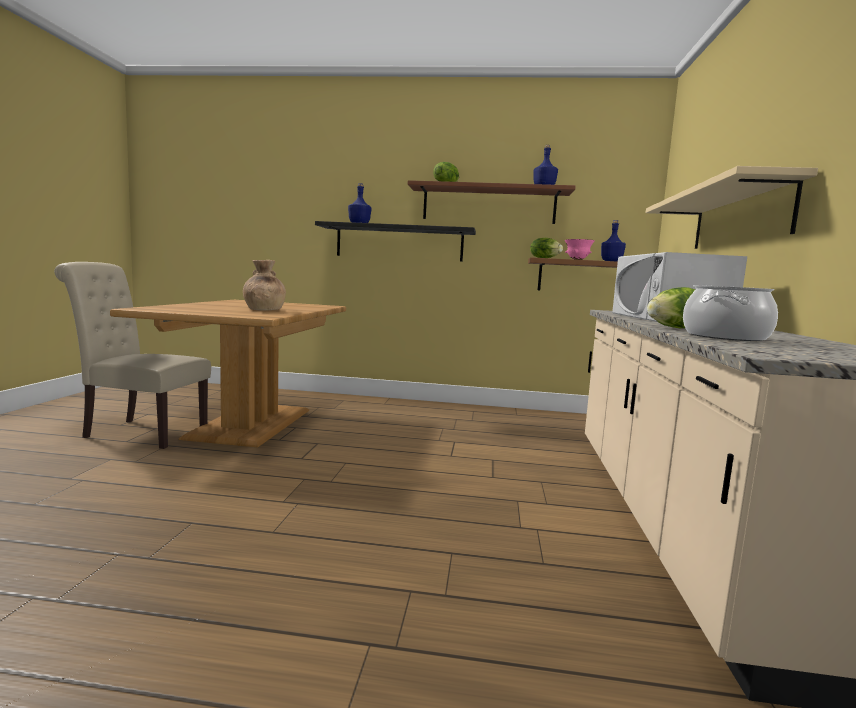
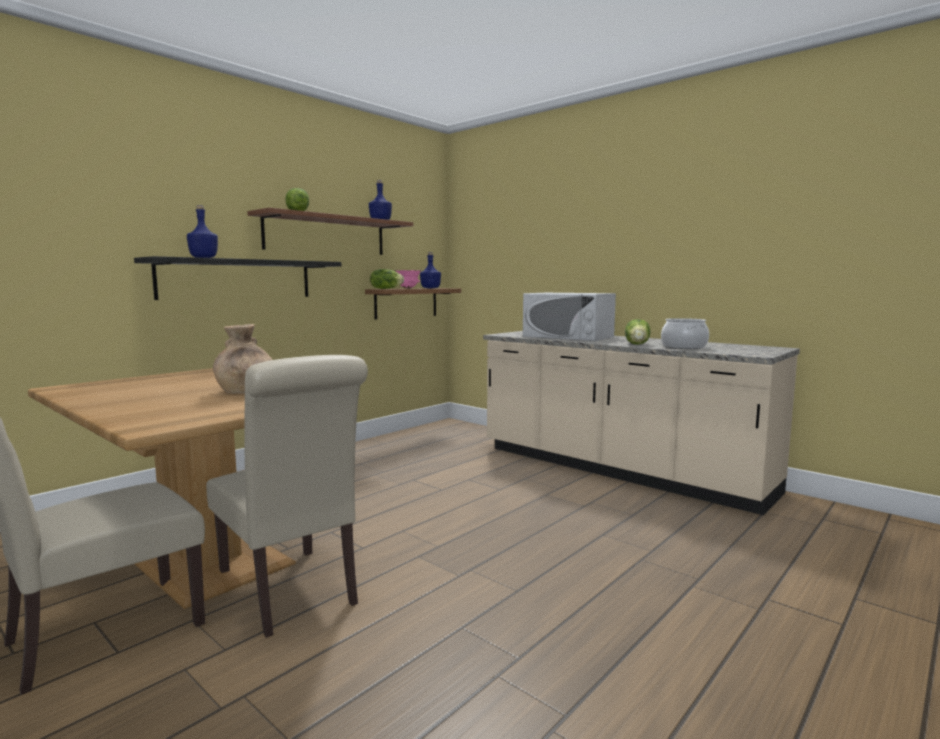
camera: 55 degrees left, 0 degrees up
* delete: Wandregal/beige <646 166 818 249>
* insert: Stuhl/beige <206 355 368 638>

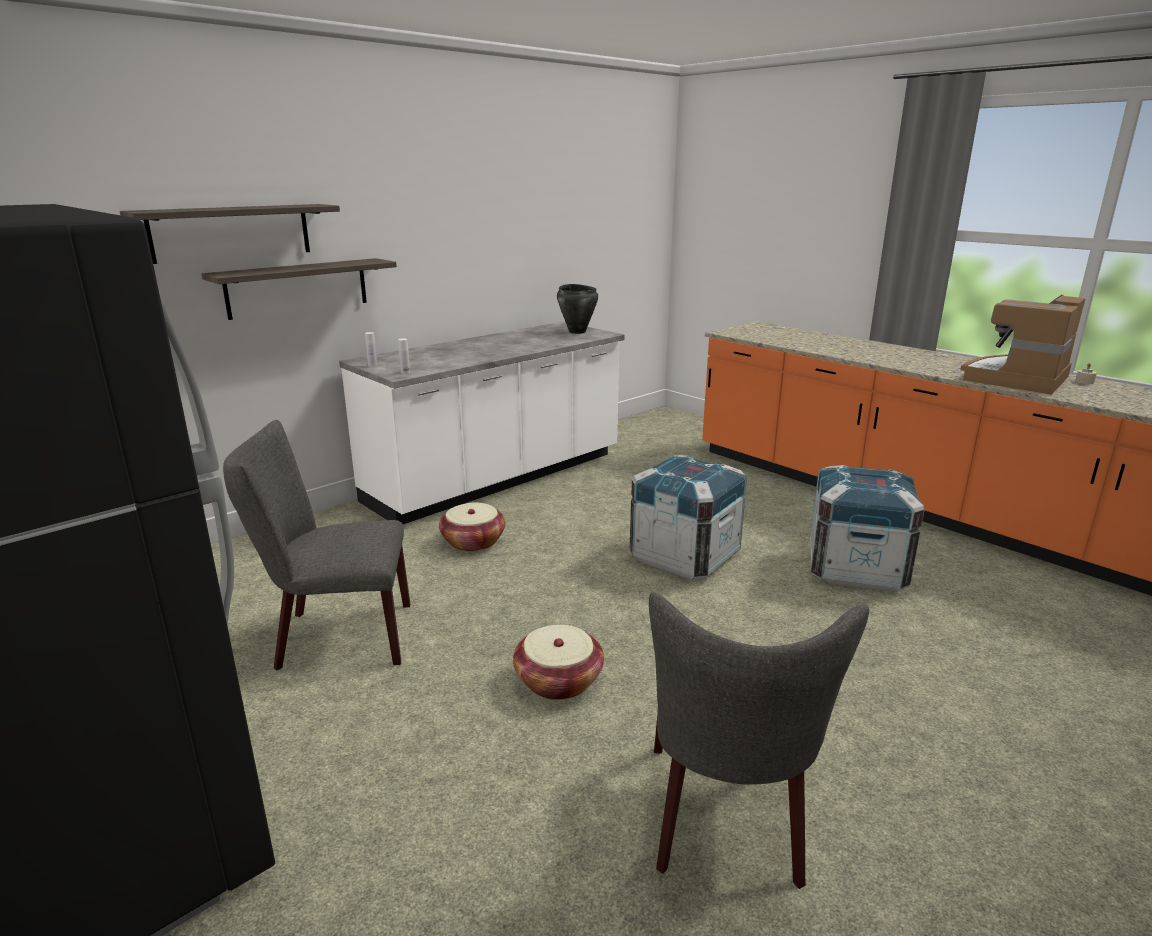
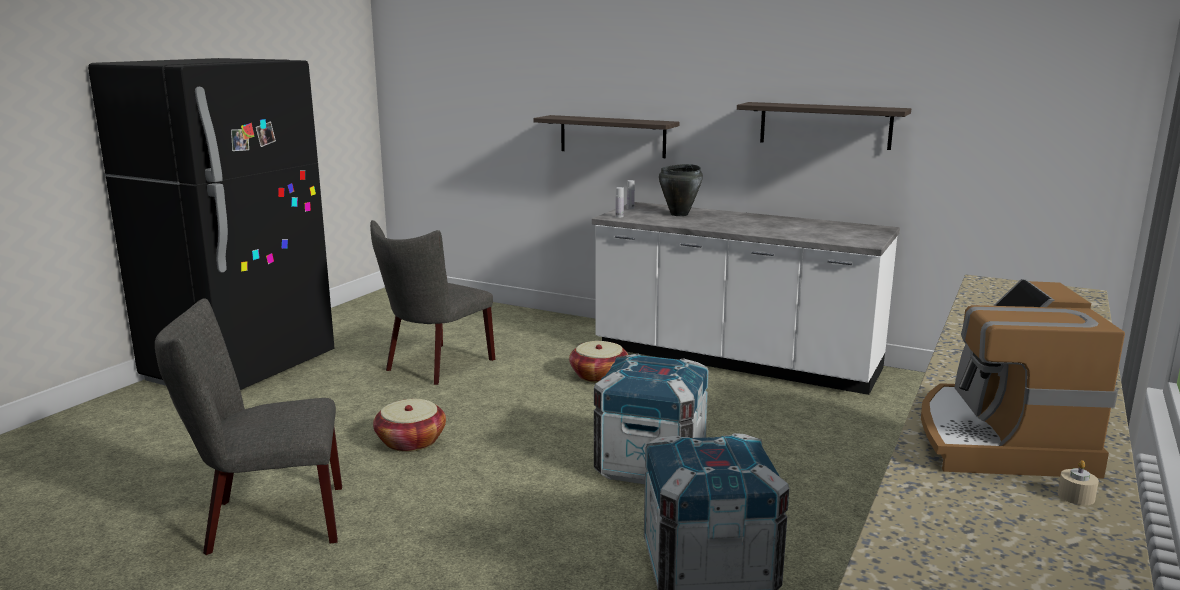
camera: 70 degrees right, 5 degrees down
* move: Wandregal <120 204 340 264> to <737 102 911 150>
* move: Kochtopf/schwarz <557 284 598 334> to <659 164 703 216>
* rotate: Stuhl/grau <223 420 410 670> = <370 220 495 385> 120 degrees counterclockwise
* rotate: Kaffeemaschine <960 295 1086 394> = <921 279 1125 479> 105 degrees counterclockwise

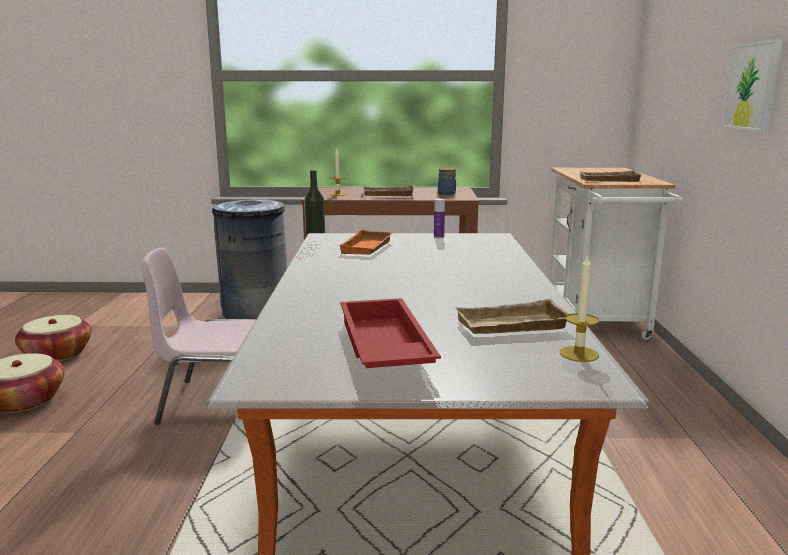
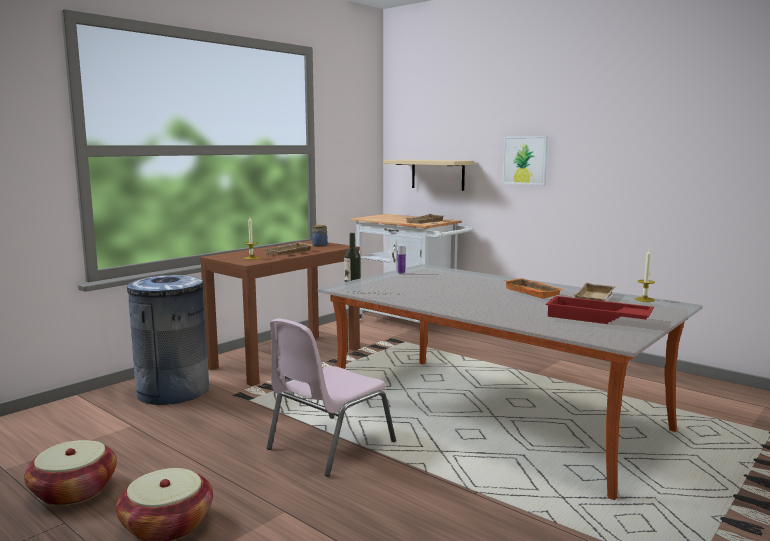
camera: 50 degrees left, 5 degrees down
* insert: Wandregal/beige <384 159 474 191>
* move: Tablett/orange <340 229 394 255> to <503 278 565 299>

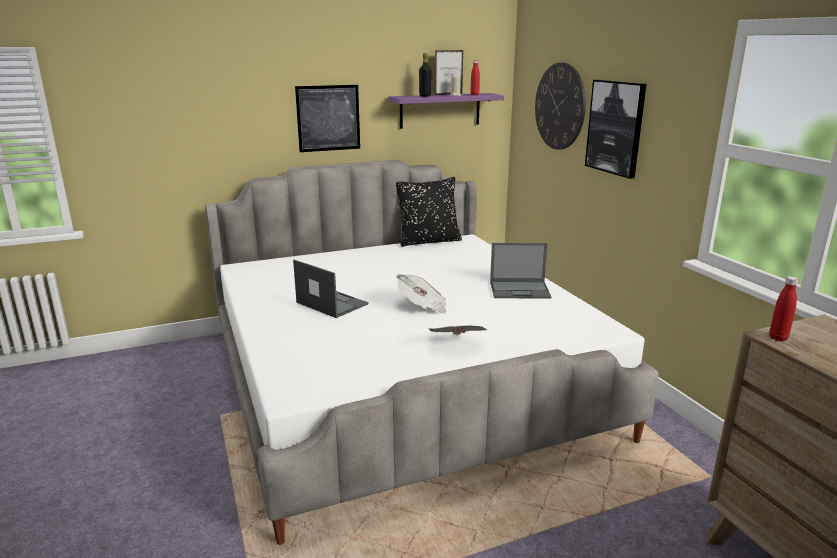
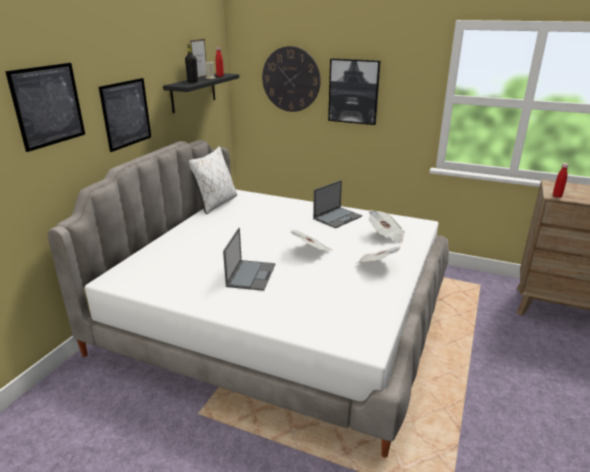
camera: 45 degrees left, 5 degrees up
* insert: Bild <5 63 85 152>
* insert: Zeitung <369 210 405 243>
* recolor: Wandregal/lila <388 93 504 129> to Wandregal/schwarz <163 73 239 113>
* recolor: Kissen/schwarz <396 177 462 247> to Kissen/weiß <189 147 237 214>
* rotate: Laptop <293 260 368 318> = <223 228 275 291> 105 degrees clockwise

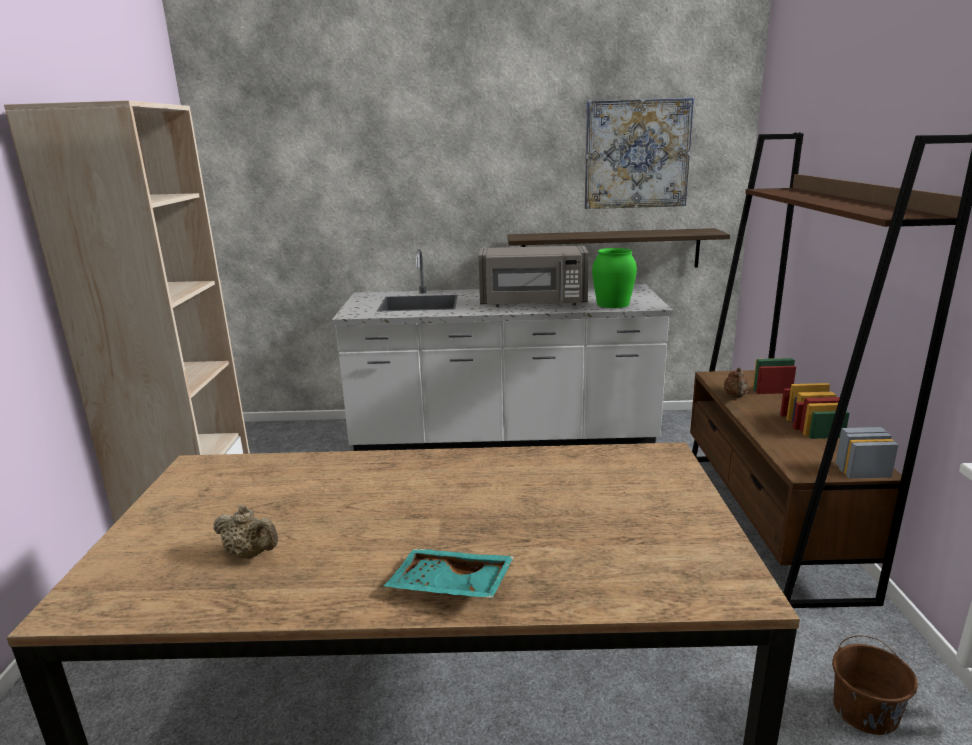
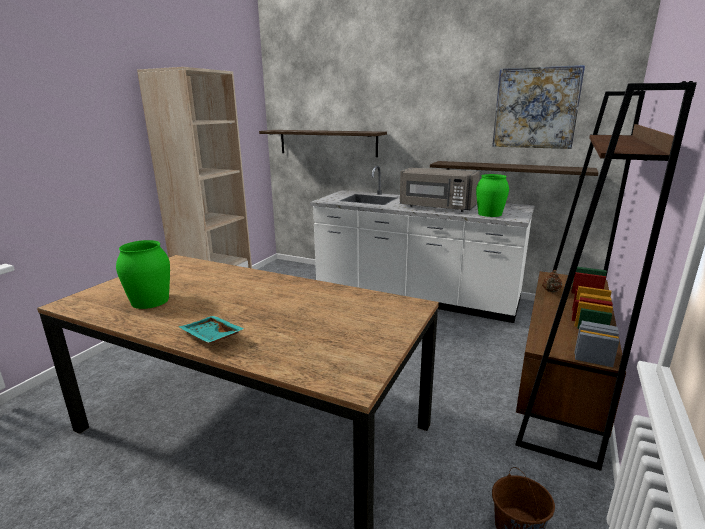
camera: 25 degrees right, 0 degrees up
* insert: Wandregal <259 130 387 157>
* replace: Teekanne/beige <213 505 278 558> to Vase/grün <116 240 170 309>

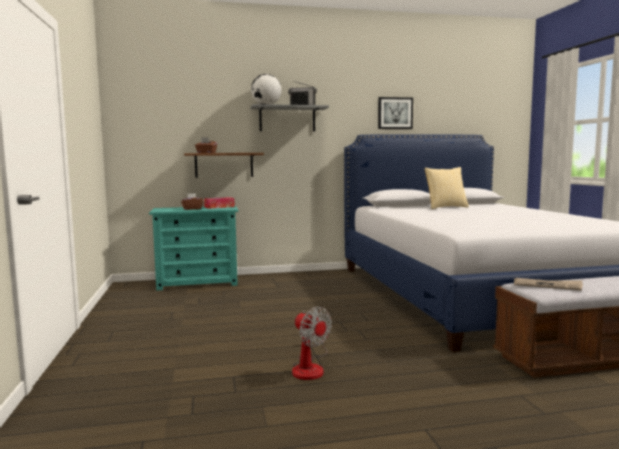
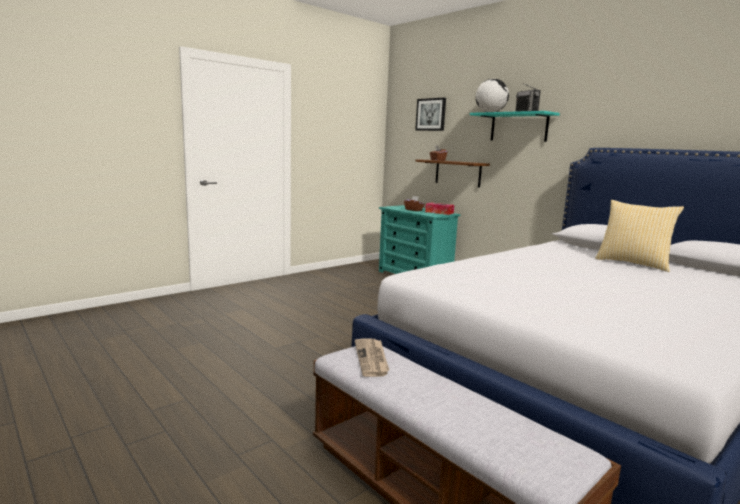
camera: 60 degrees right, 5 degrees up
* delete: Ventilator <292 307 332 380>
* move: Bild <378 97 413 129> to <415 98 446 131>
* recolor: Wandregal/grau <250 104 329 131> to Wandregal/türkis <470 111 560 142>

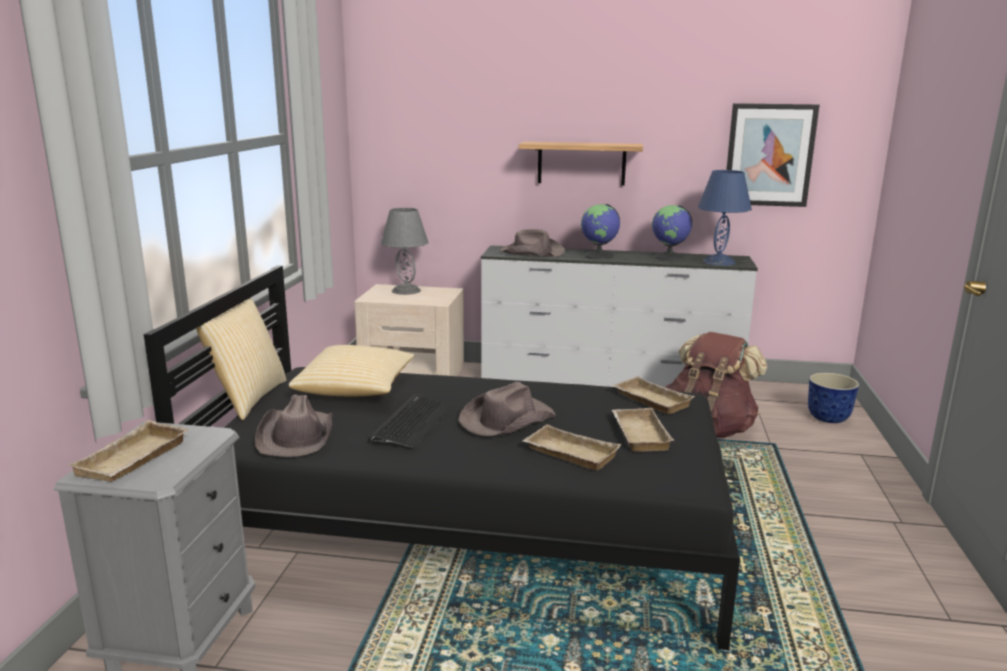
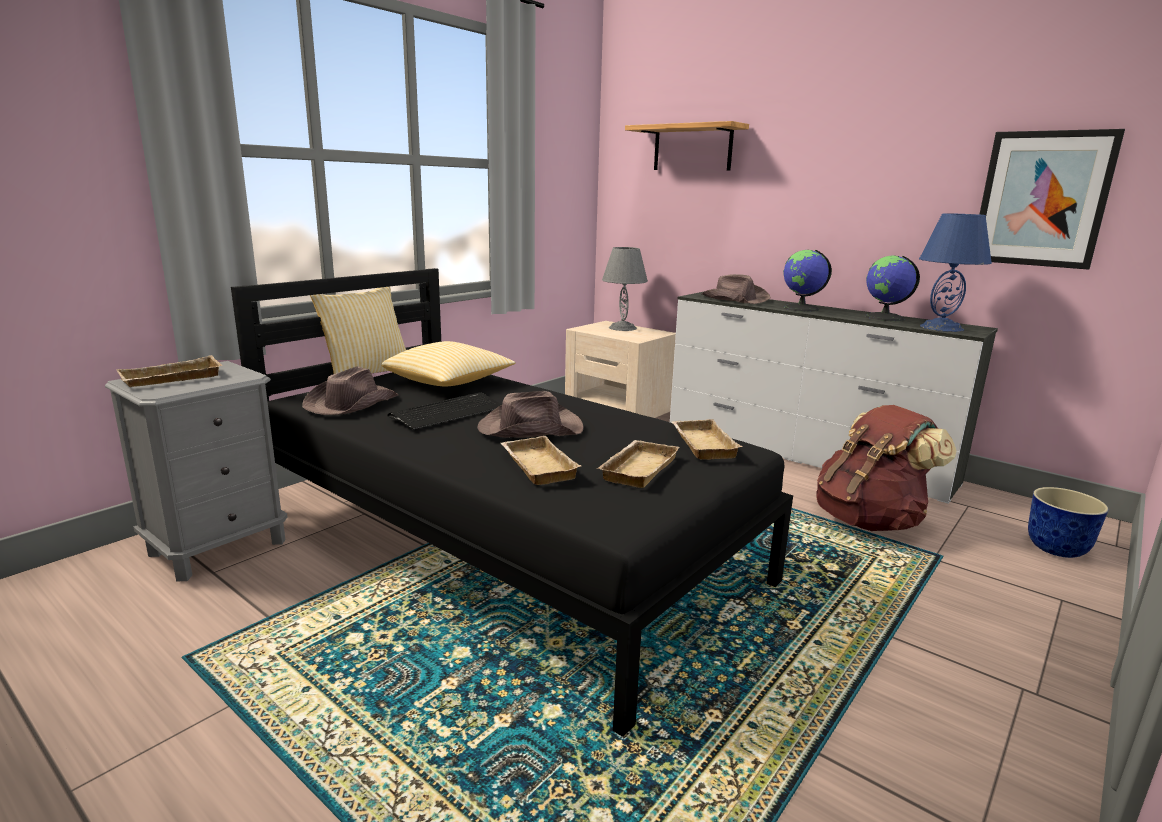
camera: 30 degrees right, 0 degrees up
* move: Wandregal <519 141 643 186> to <625 121 749 170>

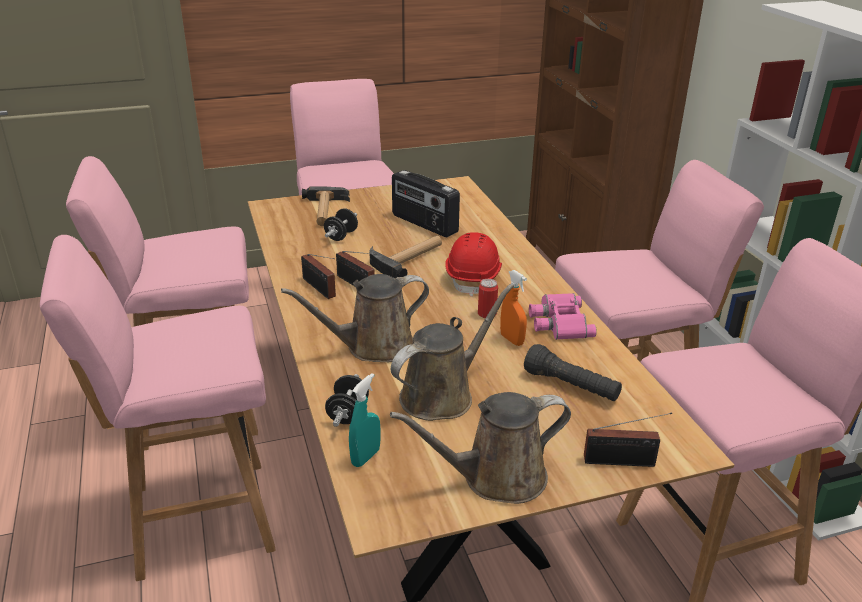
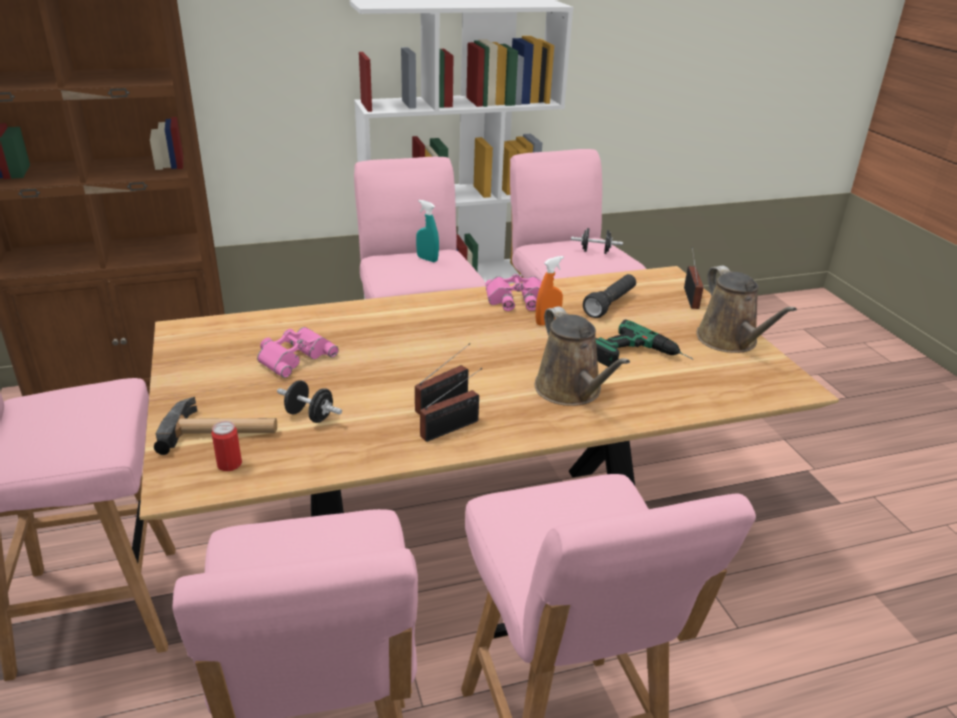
camera: 90 degrees left, 0 degrees up
* delete: Hammer <369 235 442 278>
* delete: Schutzhelm/rot <445 232 502 297>
* move: Hantel/schwarz <325 374 369 427> to <571 228 623 254>
* move: Sprühflasche/türkis <349 373 381 467> to <416 200 439 262>
* move: Dose <478 279 498 318> to <212 421 242 471>
* replace: Gießkanne/braun <391 284 514 421> to Bohrmaschine <596 319 693 367>
* replace: Radio <392 170 460 237> to Fernglas/rosa <257 327 339 378>

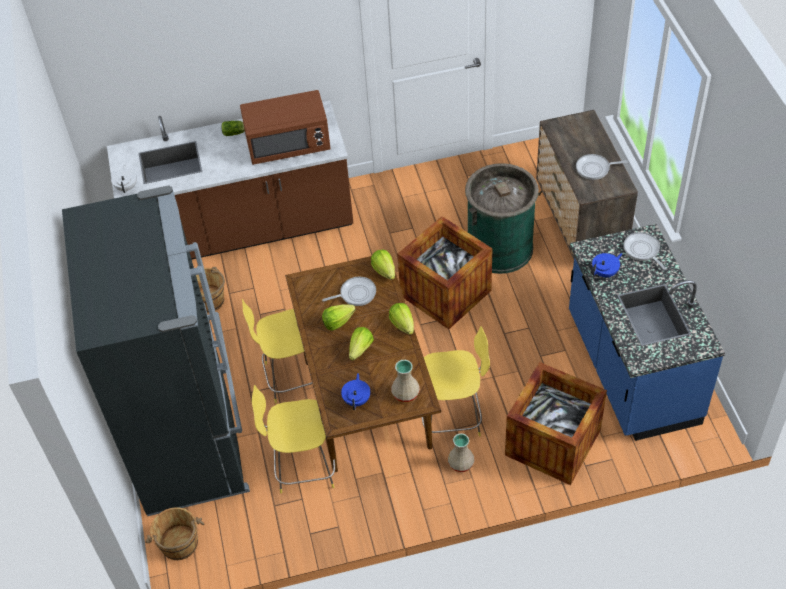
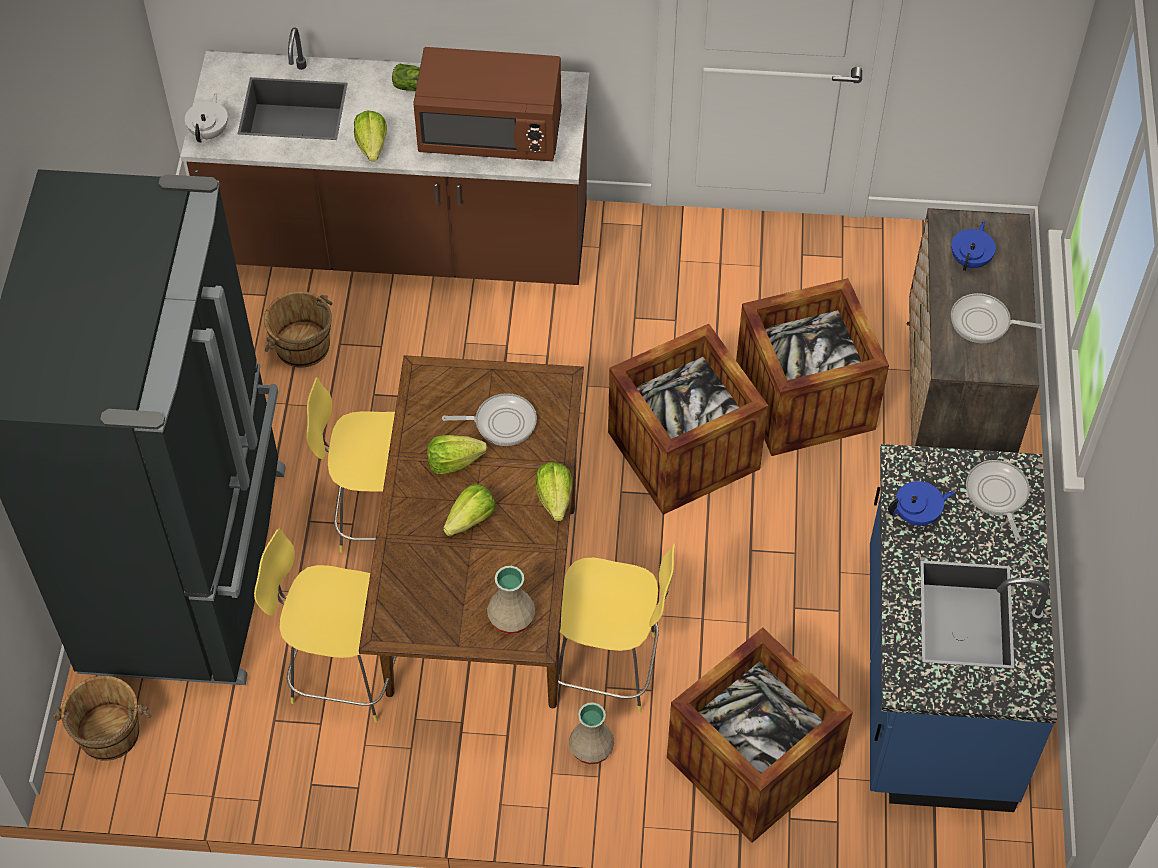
camera: 15 degrees right, 5 degrees up
* move: Teekanne/blau <341 373 370 410> to <951 221 996 271>
* move: Salatkopf <371 250 395 280> to <354 110 387 162>
* replace: Mülleimer/grün <465 163 539 274> to Kiste <736 278 889 456>

